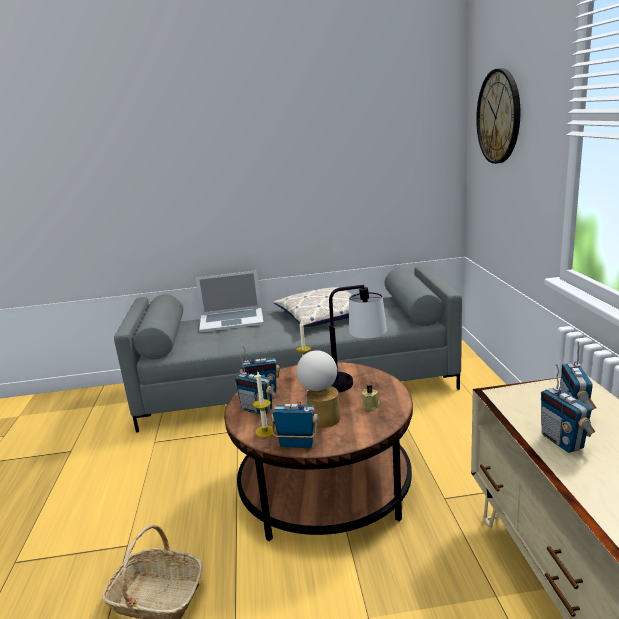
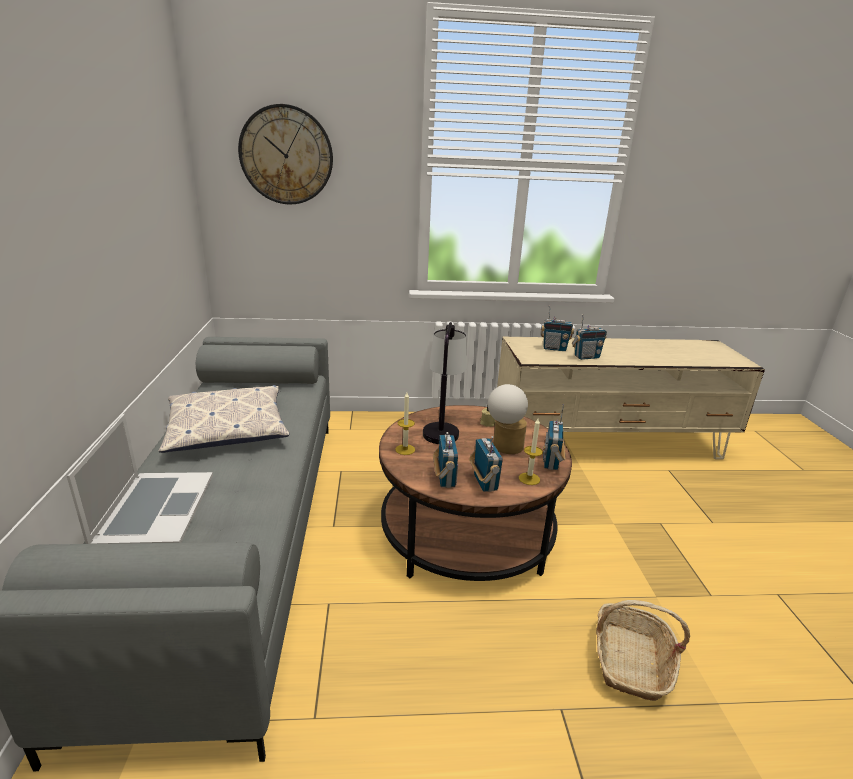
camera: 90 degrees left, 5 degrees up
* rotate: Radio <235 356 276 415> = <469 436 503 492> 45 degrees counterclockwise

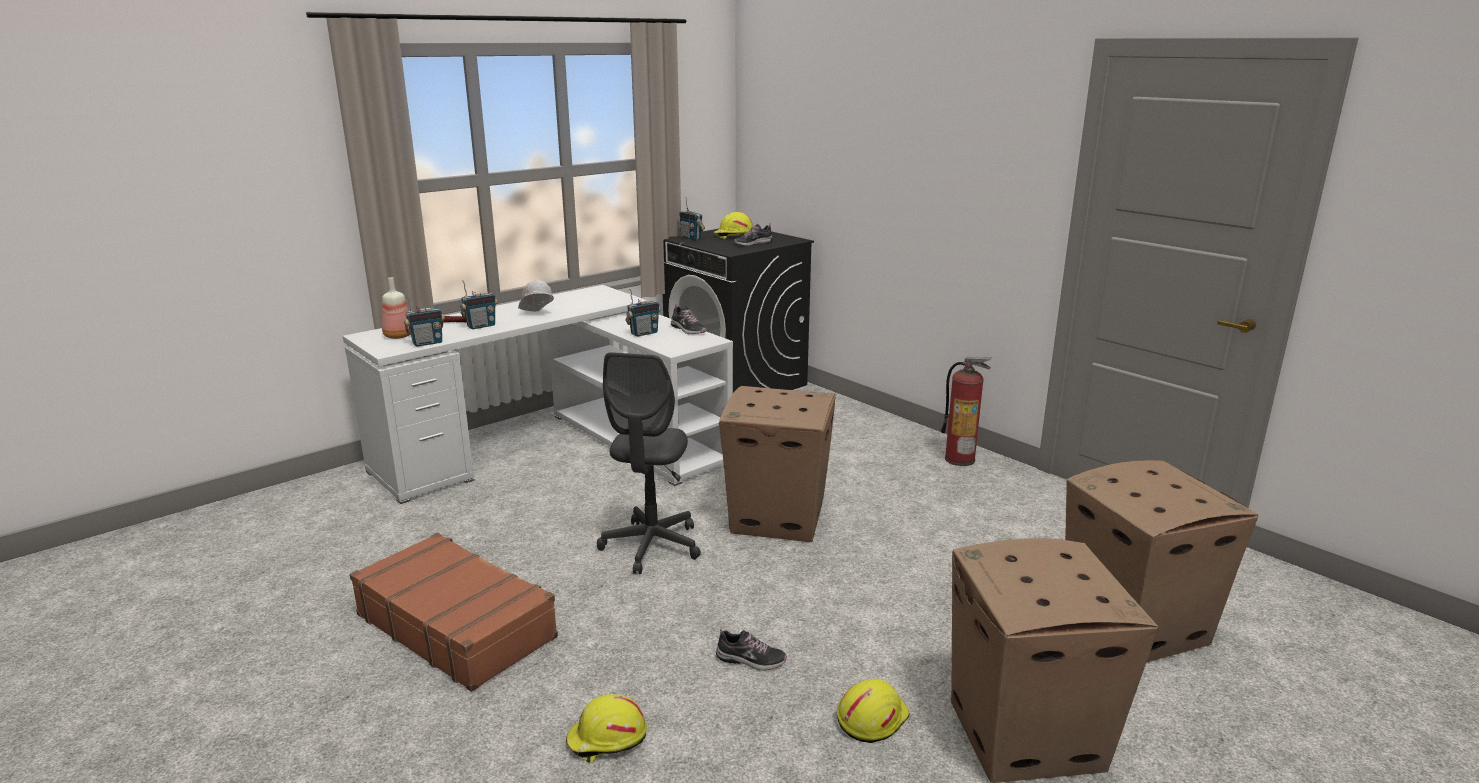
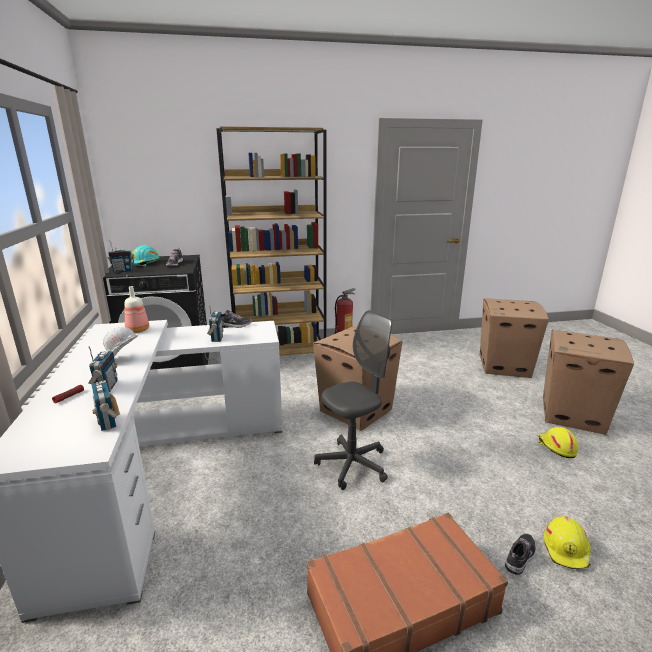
camera: 60 degrees left, 0 degrees up
* insert: Bücherregal/braun <216 126 326 356>
* move: Flasche <382 277 411 339> to <125 286 149 333>
* move: Schuh <716 628 787 671> to <505 534 536 575>
* recolor: Schutzhelm/gelb <713 212 753 239> to Schutzhelm/türkis <132 245 159 266>
* rotate: Radio <404 294 445 347> = <91 363 120 431> 150 degrees clockwise
* rotate: Bürostuhl/grau <597 352 701 574> = <314 310 392 490> 75 degrees counterclockwise

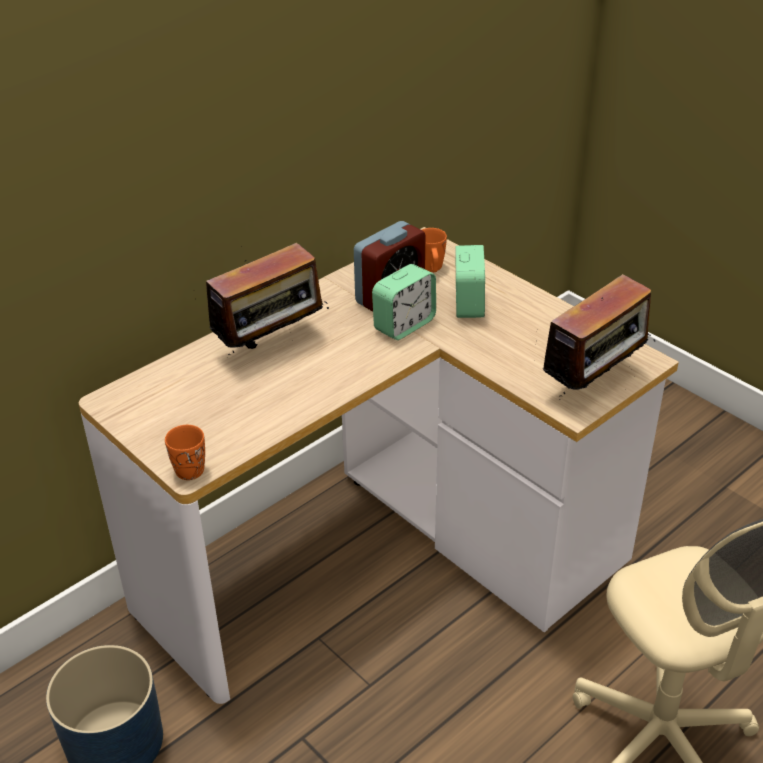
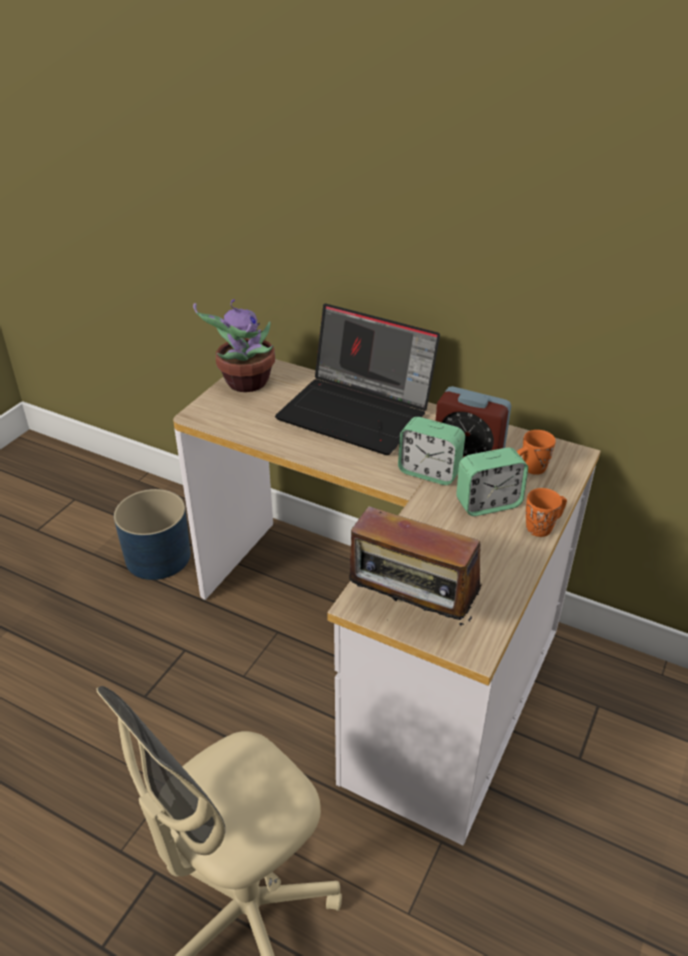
camera: 70 degrees right, 0 degrees up
* insert: Topfpflanze <193 299 275 392>
* move: Henkelbecher/orange <165 425 205 480> to <526 488 567 537>
* replace: Radio <194 243 329 355> to Laptop <275 303 440 455>

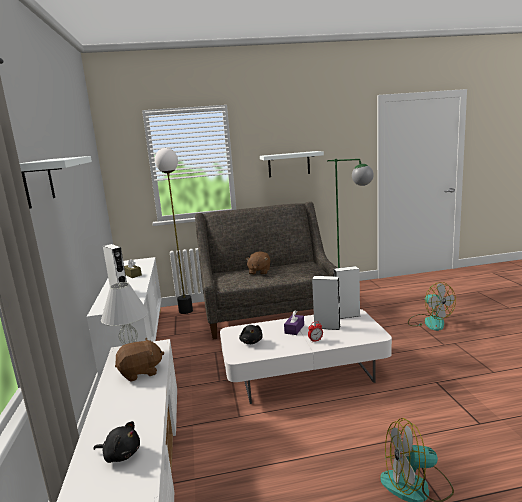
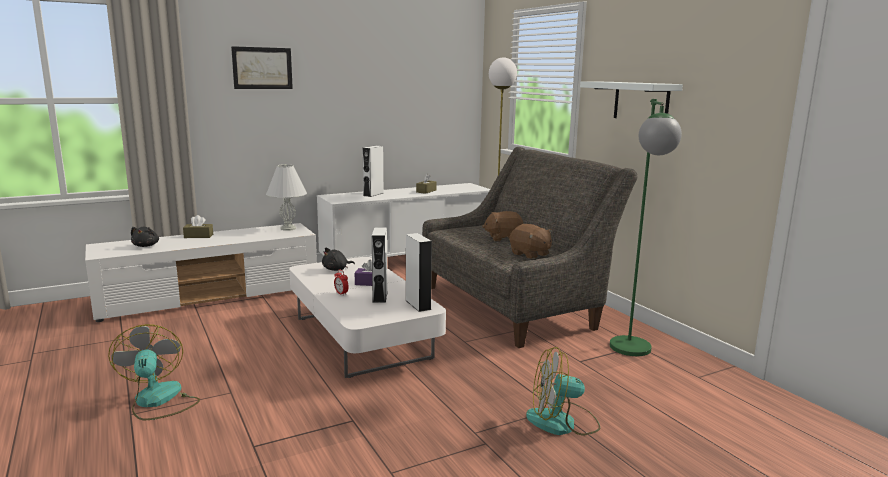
camera: 70 degrees right, 0 degrees up
* insert: Taschentuchbox/braun <183 215 213 238>
* move: Plüschtier/braun <115 338 164 382> to <510 224 552 259>
* replace: Wandregal/weiß <20 156 92 209> to Bild <231 46 293 89>
* rotate: Ventilator <408 282 456 331> = <526 347 600 435> 45 degrees clockwise

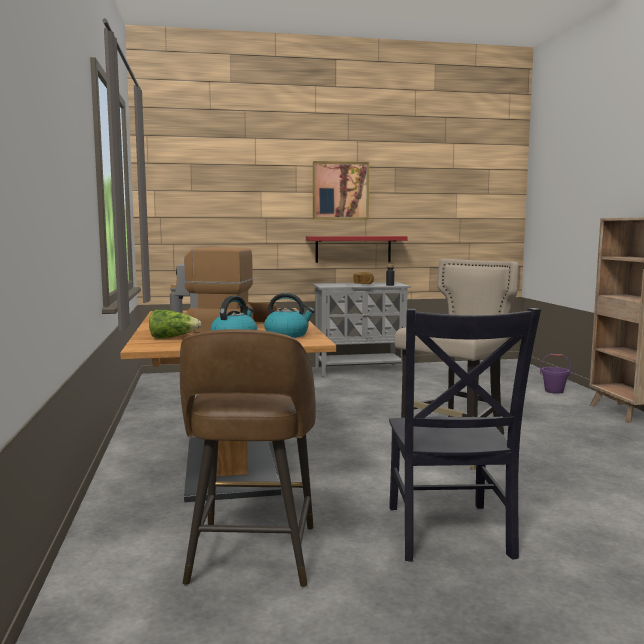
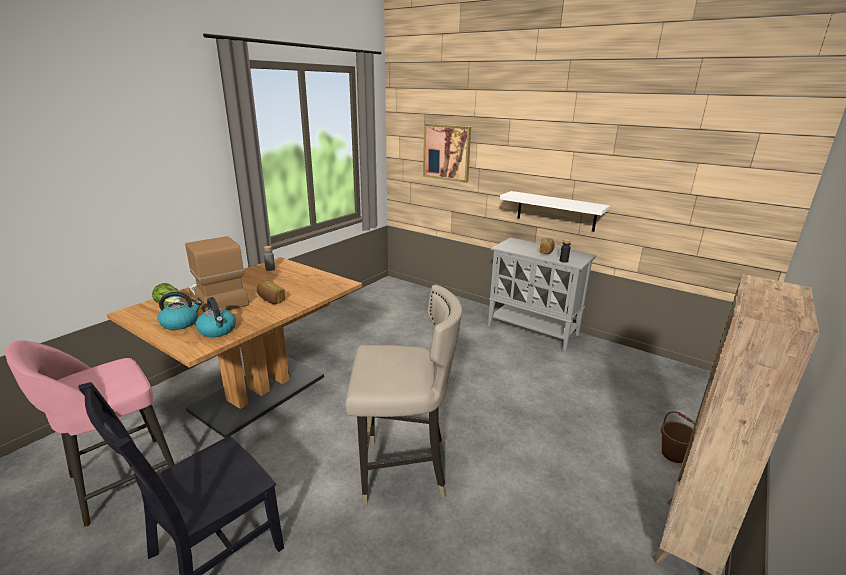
camera: 45 degrees right, 15 degrees up
* move: Bild <313 161 369 220> to <423 124 471 183>
* recolor: Hocker/braun <180 329 316 587> to Hocker/rosa <5 340 175 527>
* recolor: Wandregal/rot <306 236 408 263> to Wandregal/weiß <500 191 610 232>
* recolor: Eimer/lila <540 354 571 394> to Eimer/braun <661 411 695 463>

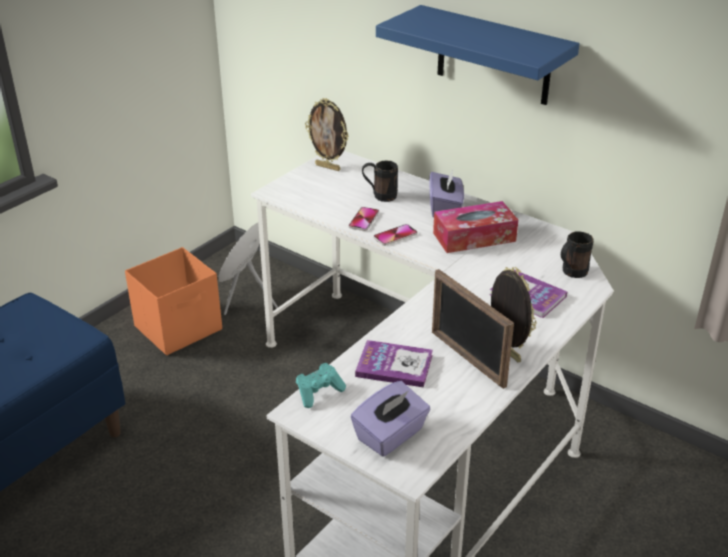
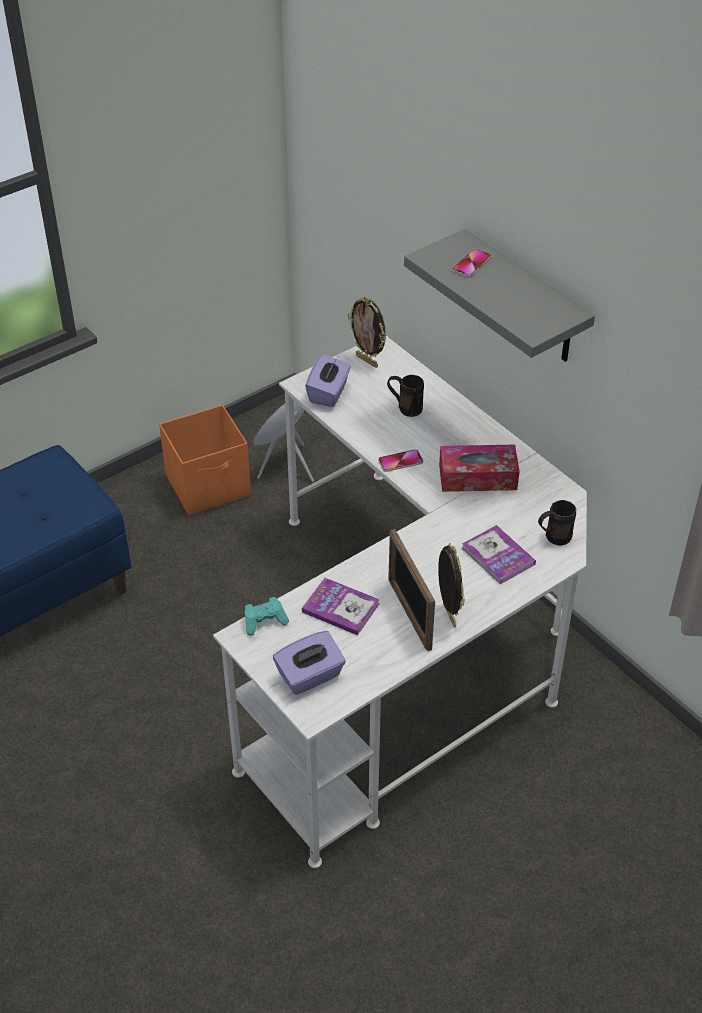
camera: 15 degrees right, 10 degrees up
* move: Handy <348 207 379 231> to <452 249 492 277>
* move: Taschentuchbox/lila <429 170 464 217> to <305 354 351 407>
* recolor: Wandregal/blau <376 5 580 105> to Wandregal/grau <404 229 595 362>

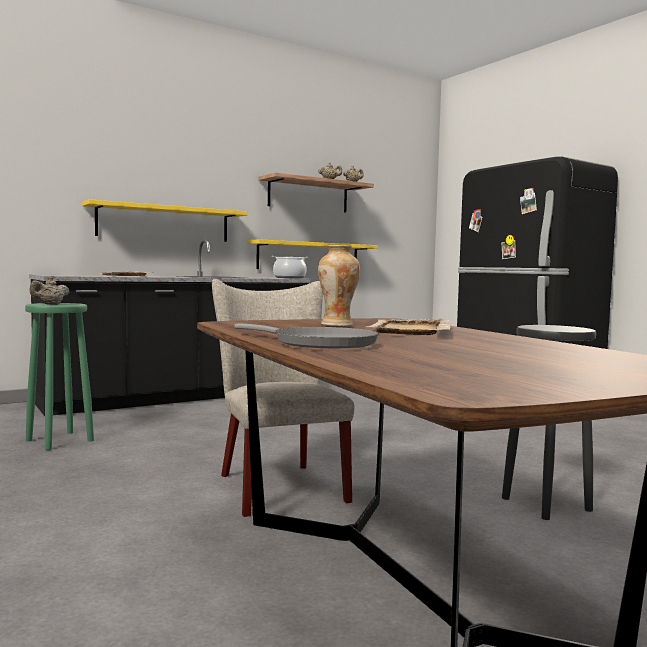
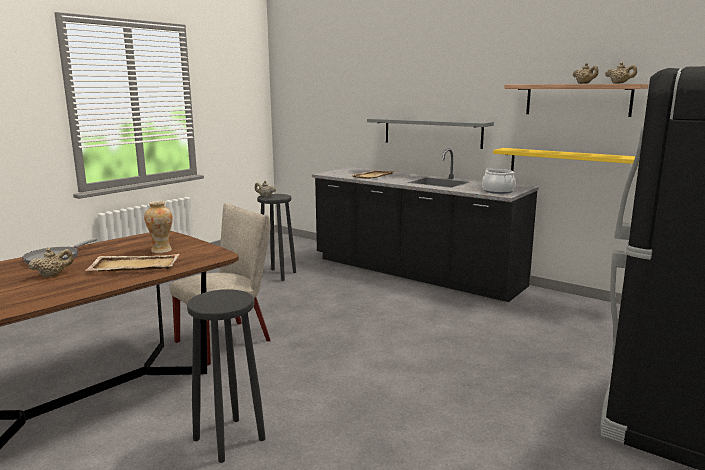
camera: 70 degrees right, 10 degrees up
* insert: Teekanne/beige <28 248 74 277>
* recolor: Hocker/grün <25 303 94 450> to Hocker/schwarz <257 194 296 281>
* recolor: Wandregal/gelb <82 199 248 242> to Wandregal/grau <367 118 494 149>

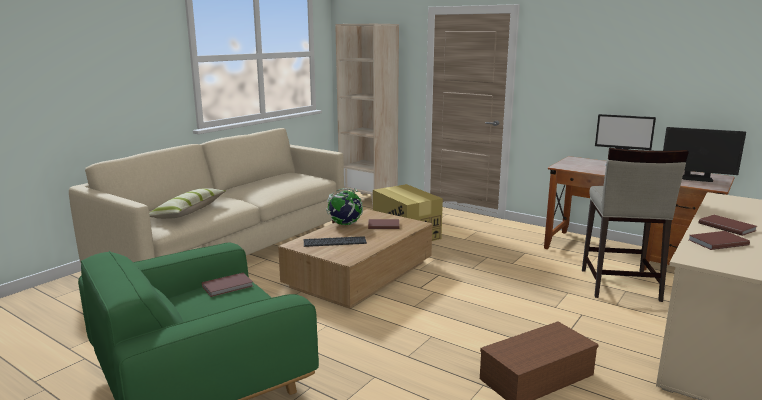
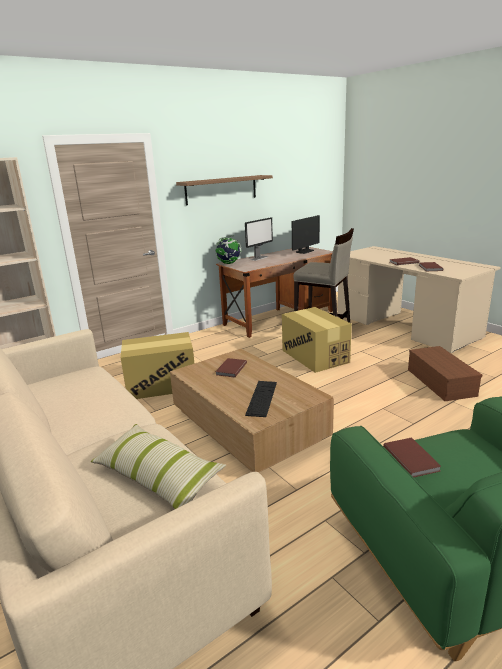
camera: 70 degrees left, 5 degrees up
* insert: Wandregal/braun <176 175 273 205>
* insert: Karton <282 307 352 373>
* move: Globus <326 188 363 225> to <215 235 242 264>

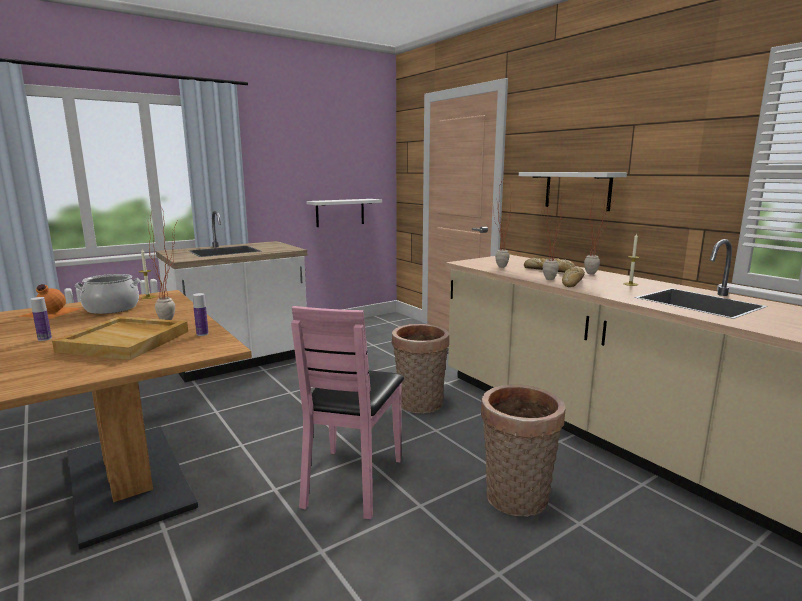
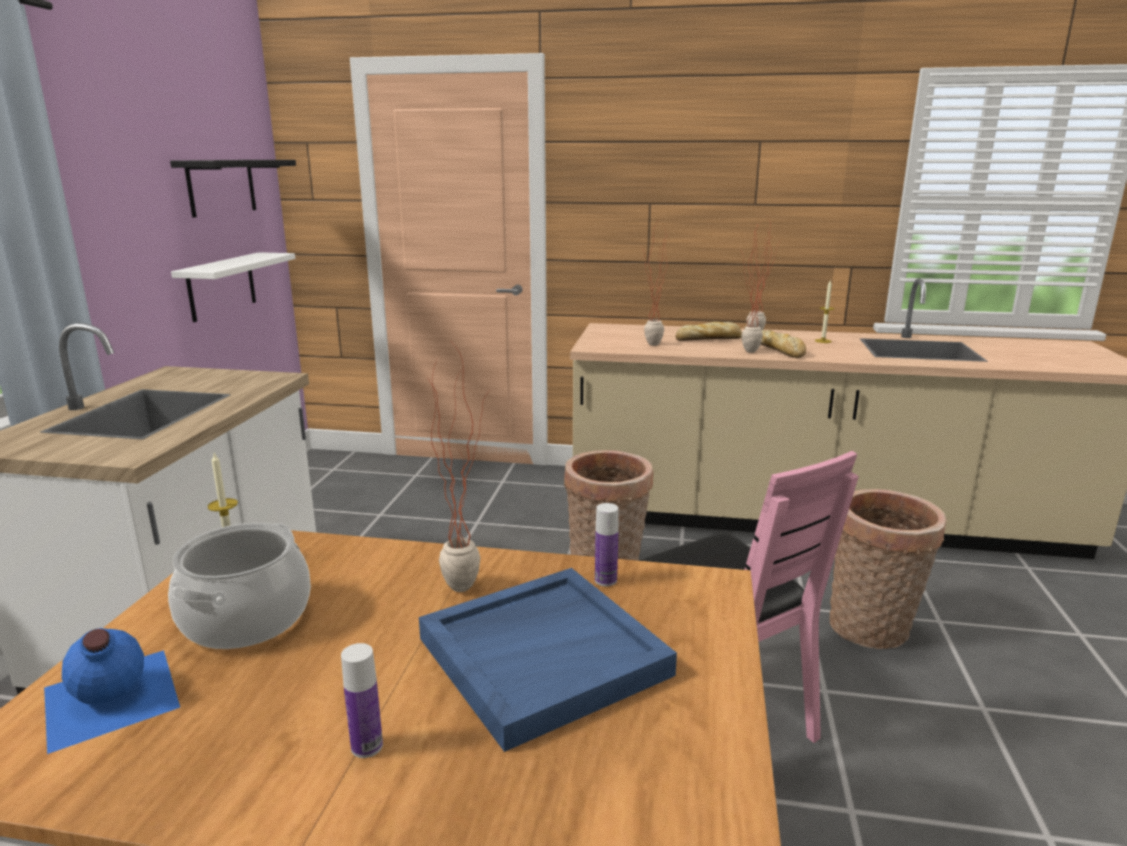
camera: 45 degrees left, 5 degrees up
* delete: Wandregal/weiß <519 172 627 211>
* insert: Wandregal/schwarz <170 160 296 218>
* recolor: Flasche/orange <18 284 82 319> to Flasche/blau <44 628 180 754>
* recolor: Tablett/beige <52 316 188 360> to Tablett/blau <419 568 677 752>

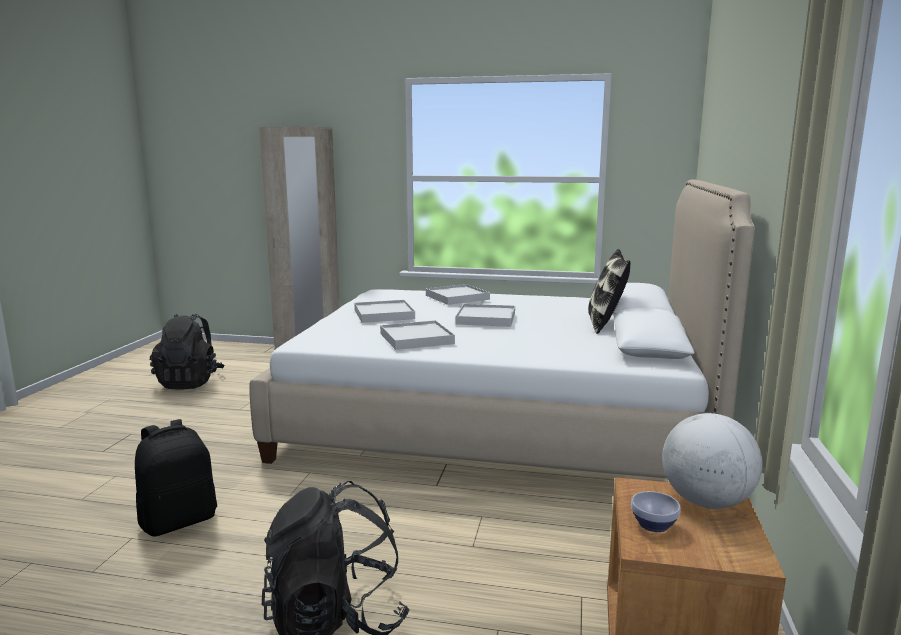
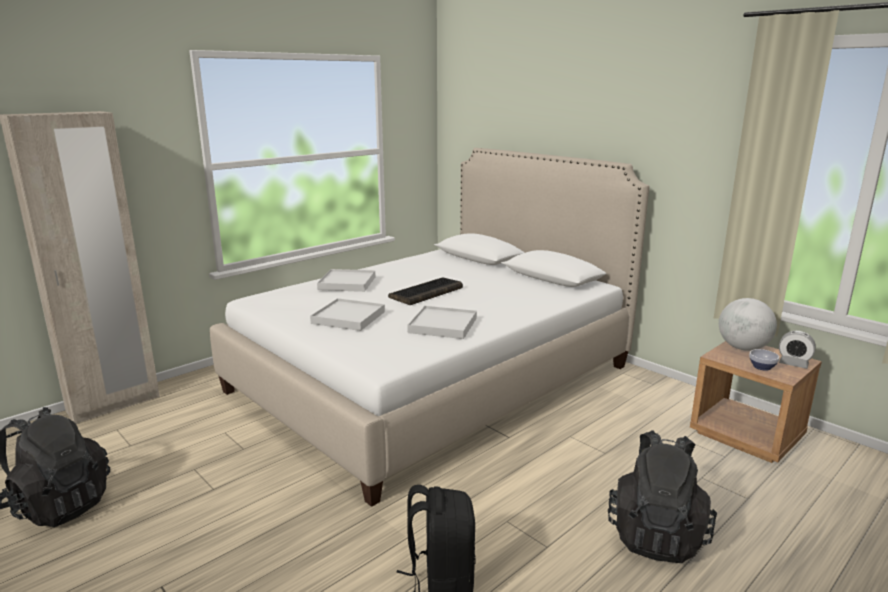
camera: 55 degrees left, 5 degrees up
* delete: Kissen <588 249 631 334>
* insert: Wecker <779 331 816 369>
* replace: Tablett/weiß <455 304 515 327> to Tastatur <388 277 463 305>

